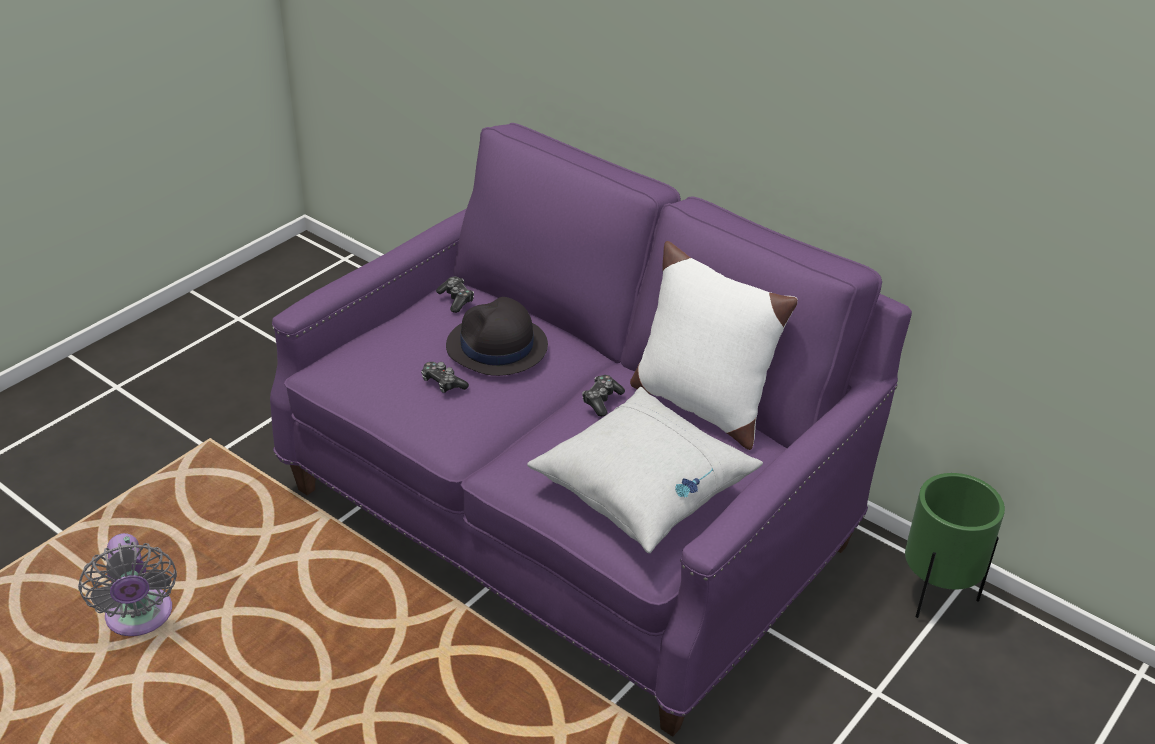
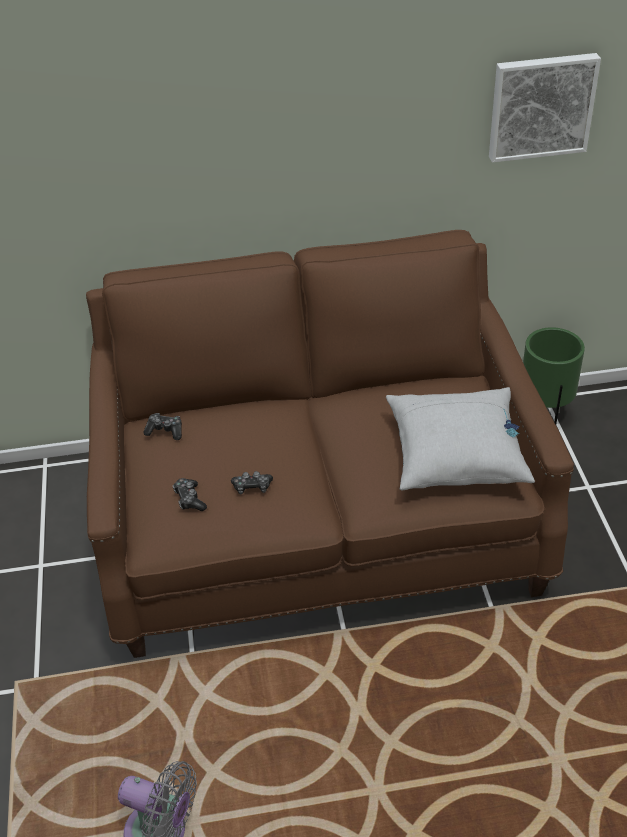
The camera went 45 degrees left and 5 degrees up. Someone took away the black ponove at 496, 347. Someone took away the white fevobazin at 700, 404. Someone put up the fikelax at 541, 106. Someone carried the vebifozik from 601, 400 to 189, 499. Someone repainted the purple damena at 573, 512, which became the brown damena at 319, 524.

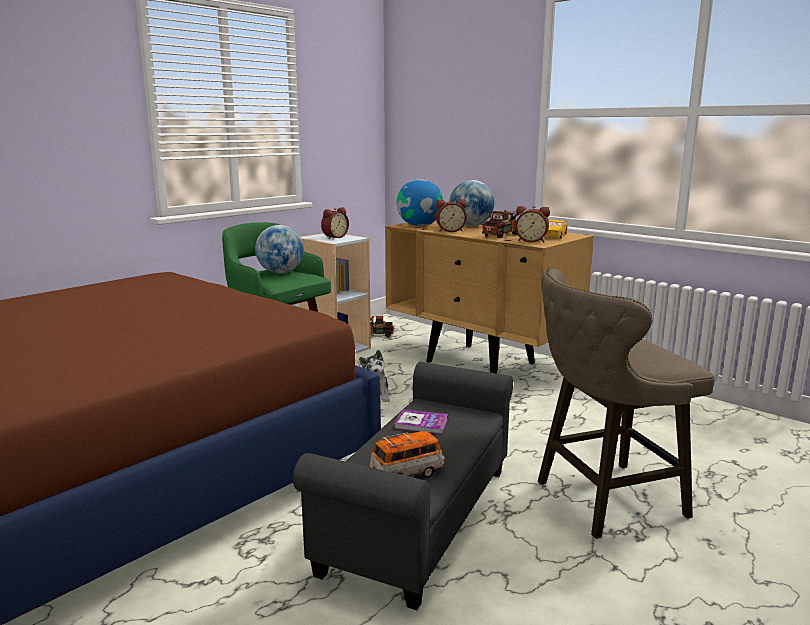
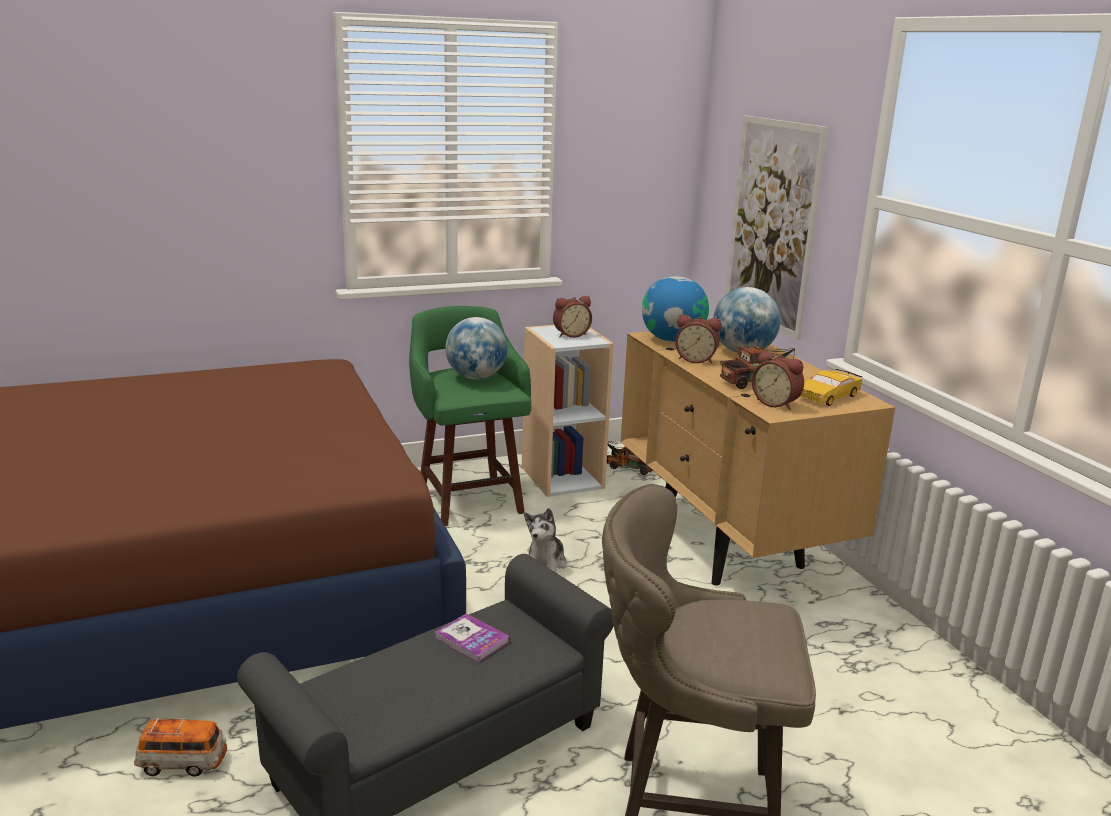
The camera went 25 degrees right and 5 degrees up. Someone put up the fikelax at 772, 224. Someone carried the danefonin from 407, 474 to 183, 763.

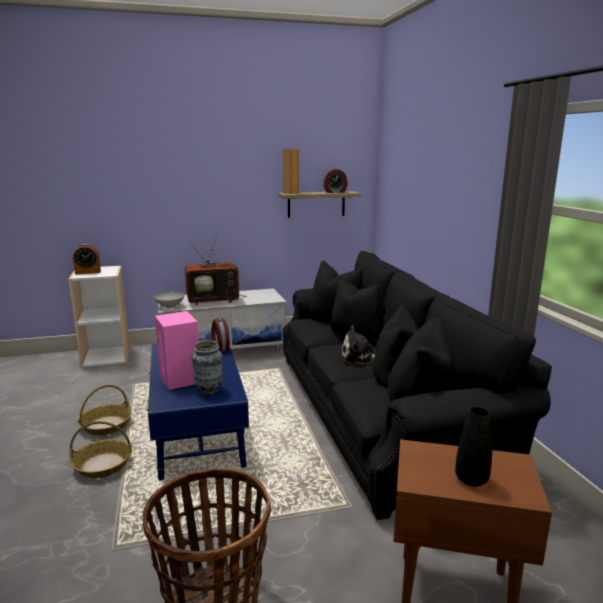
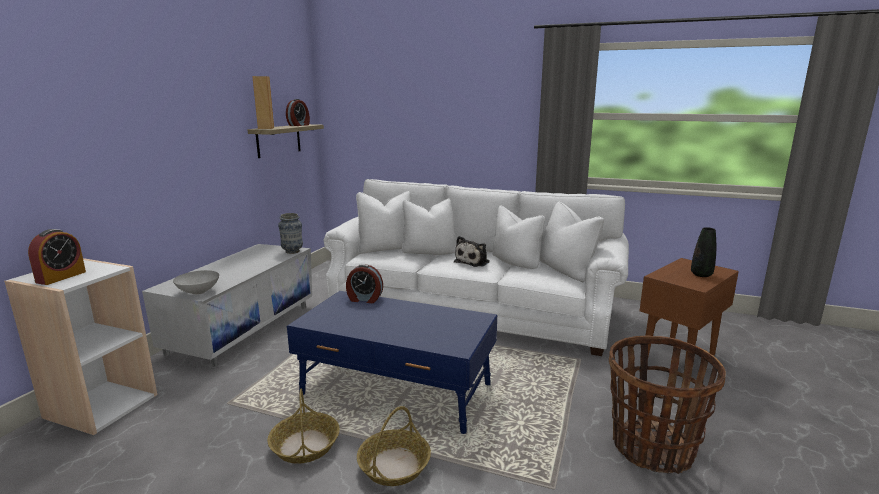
The camera went 55 degrees left and 0 degrees up. Someone took away the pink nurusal at 180, 379. Someone took away the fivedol at 214, 300. Someone carried the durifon from 209, 390 to 292, 251. Someone repainted the black damena at 379, 411, which became the white damena at 472, 308.

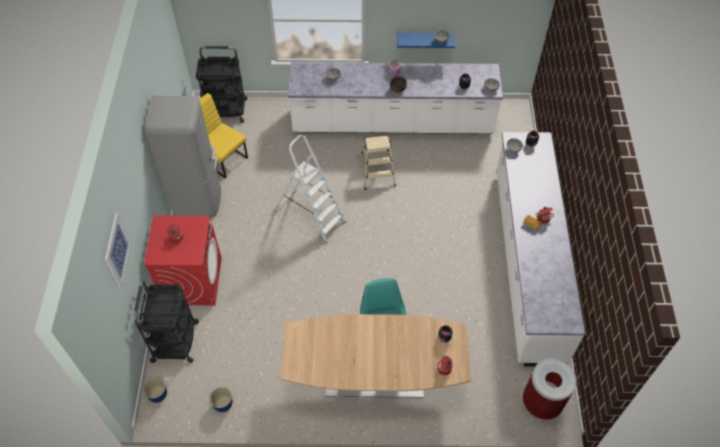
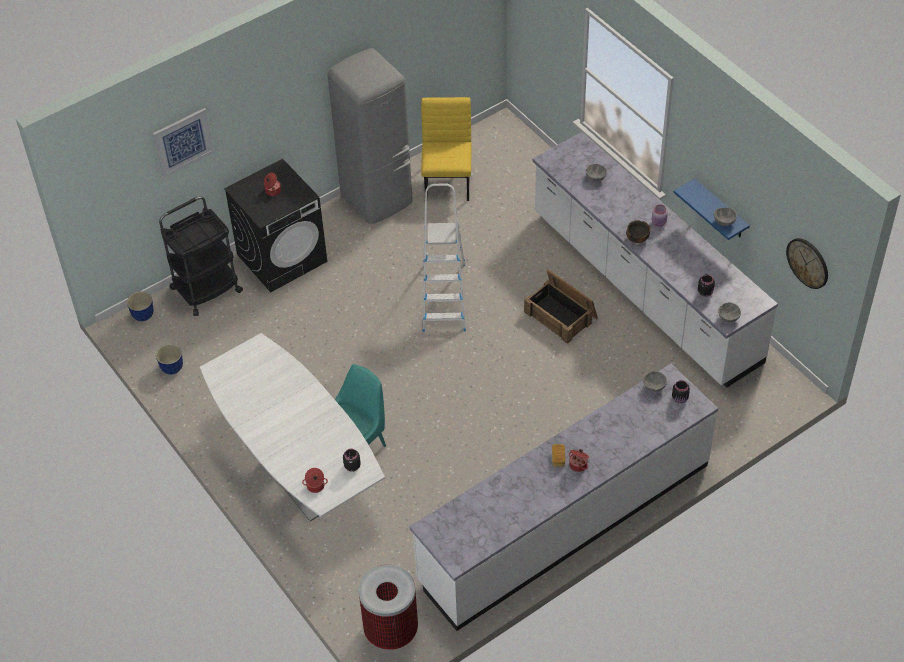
The camera went 55 degrees right and 5 degrees down. Someone took away the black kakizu at 226, 110. Someone put up the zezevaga at 808, 262. Someone swapped the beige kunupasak at 376, 170 for the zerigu at 561, 315. Someone repainted the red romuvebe at 192, 280, which became the black romuvebe at 282, 257. Someone repainted the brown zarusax at 375, 378, which became the white zarusax at 297, 468.

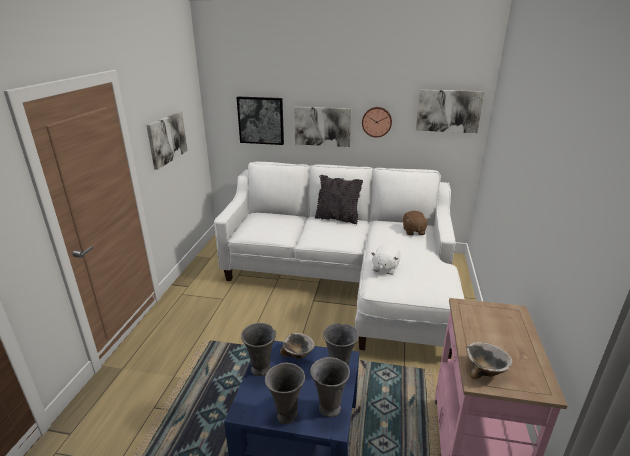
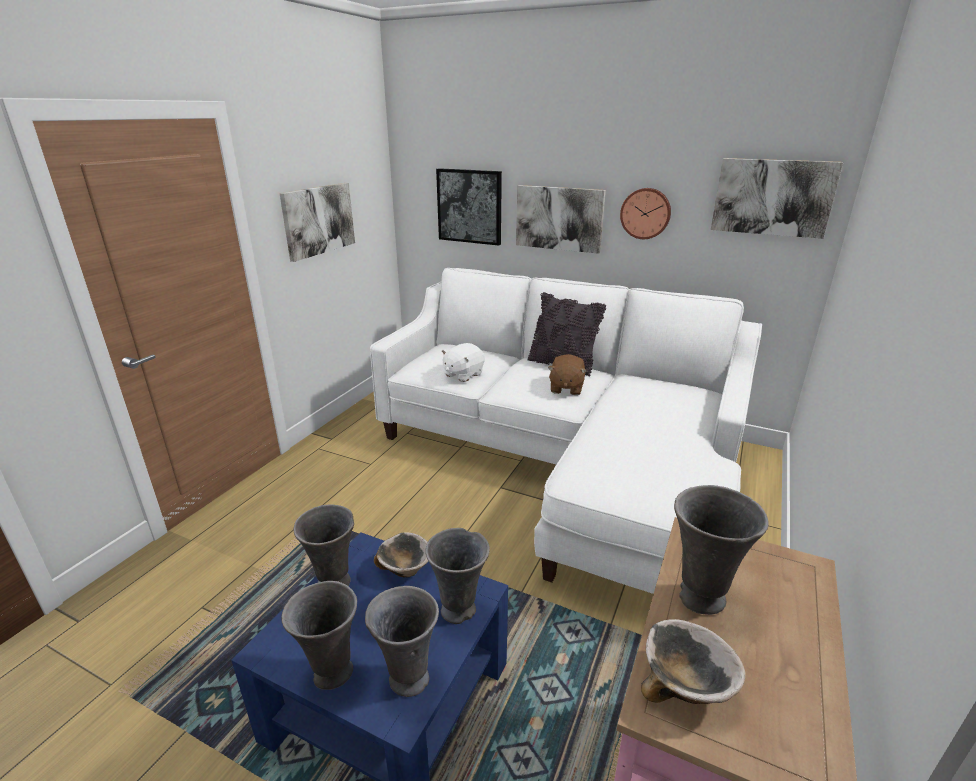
The camera went 15 degrees right and 0 degrees up. Someone put down the grey durifon at 699, 598. Someone carried the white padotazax from 385, 268 to 463, 374. Someone carried the brown padotazax from 413, 231 to 566, 388.

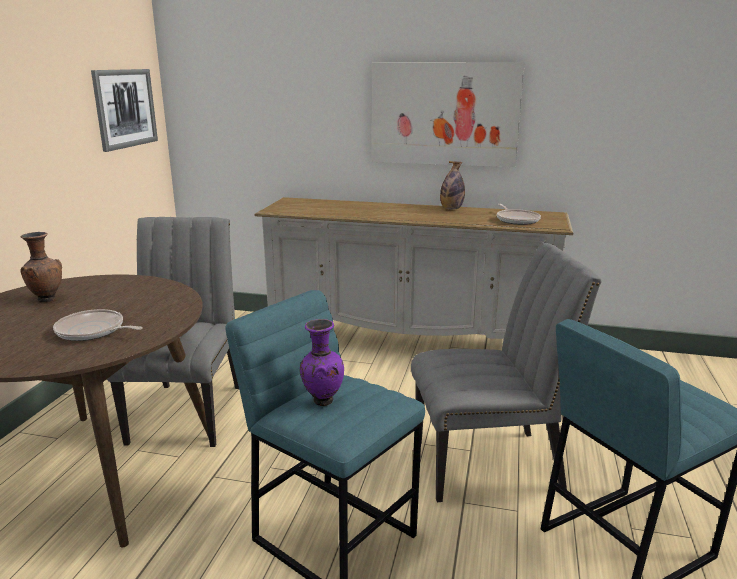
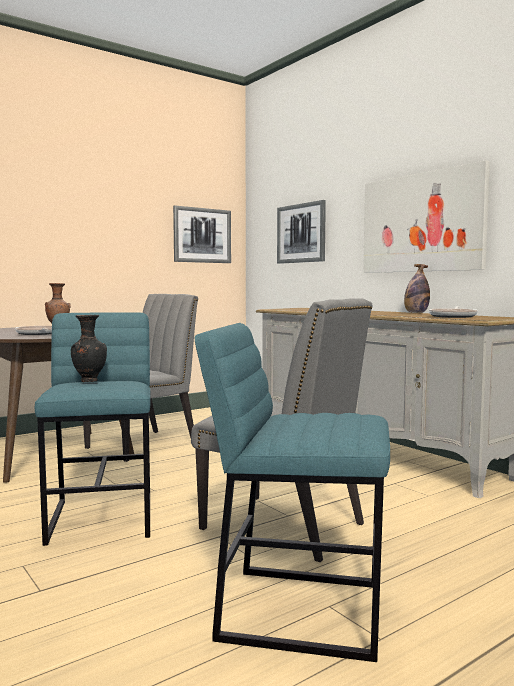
The camera went 40 degrees right and 15 degrees down. Someone put up the fikelax at 301, 233. Someone repainted the purple durifon at 322, 400, which became the black durifon at 89, 381.

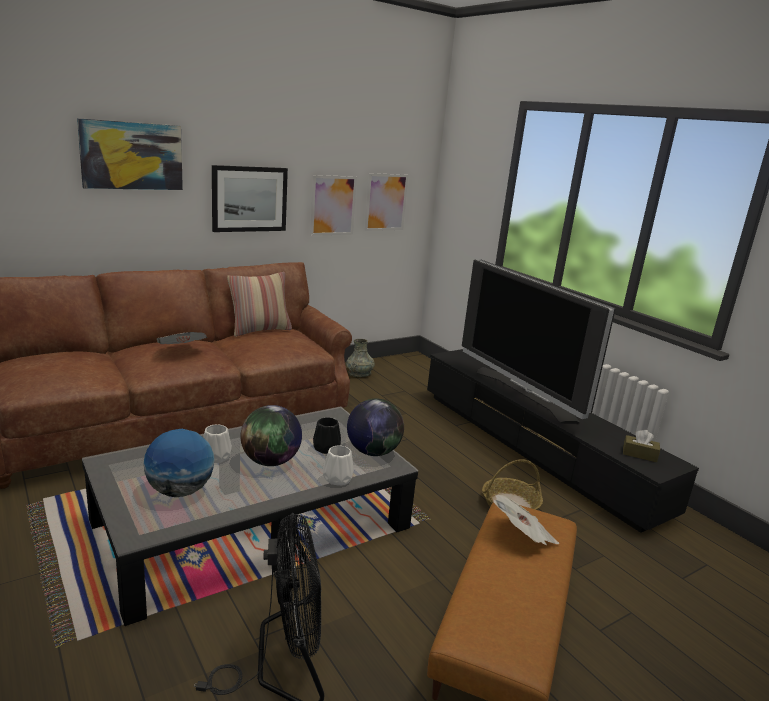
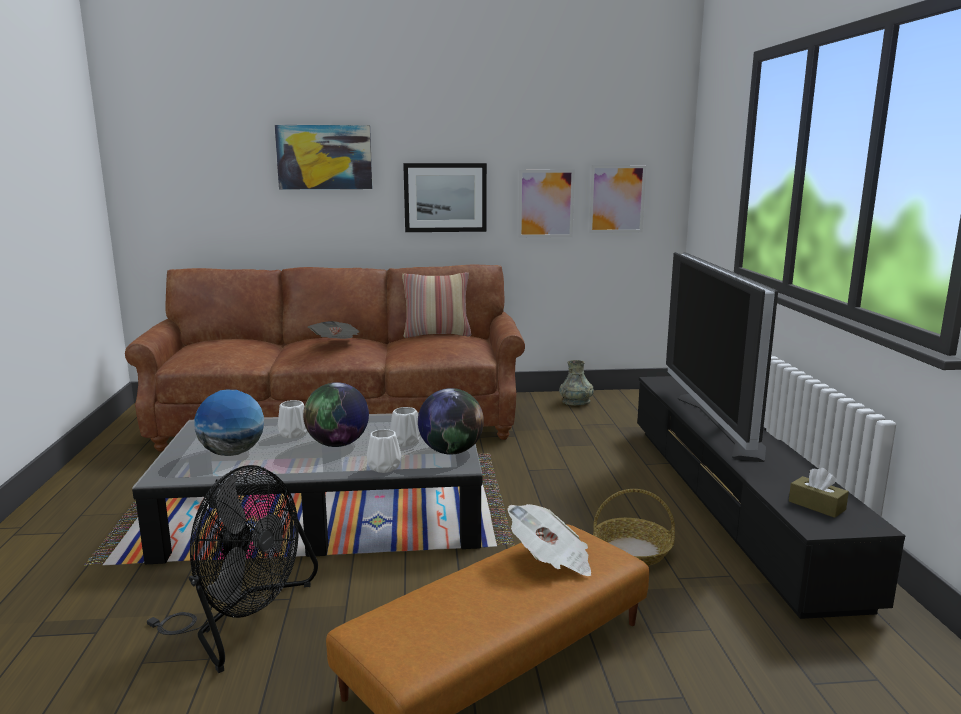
The camera went 30 degrees right and 5 degrees down. Someone repainted the black durifon at 325, 449, which became the white durifon at 404, 442.

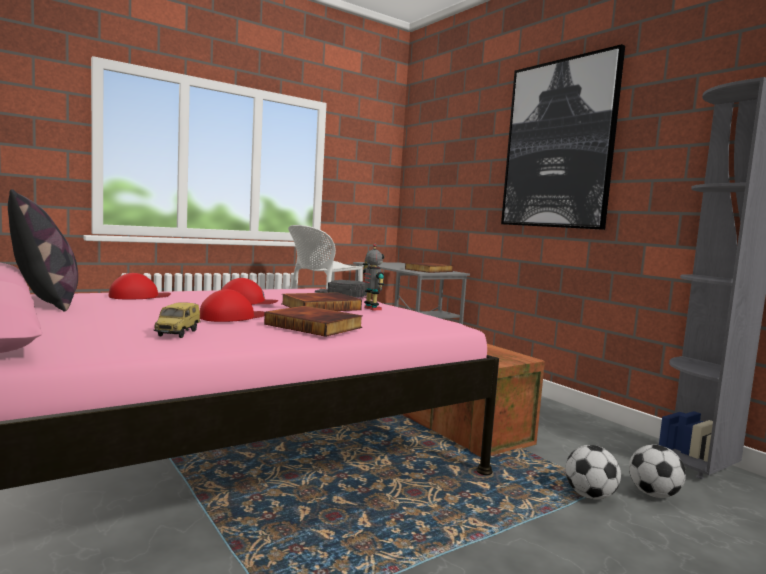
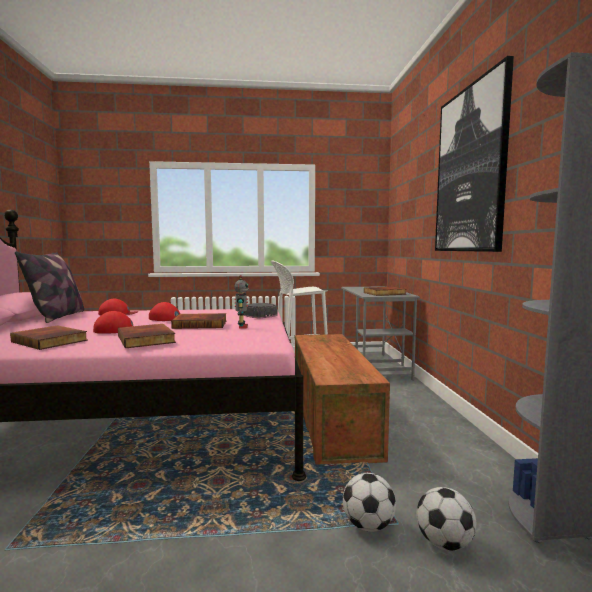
The camera went 30 degrees right and 0 degrees up. Someone swapped the danefonin at 178, 334 for the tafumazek at 51, 341.

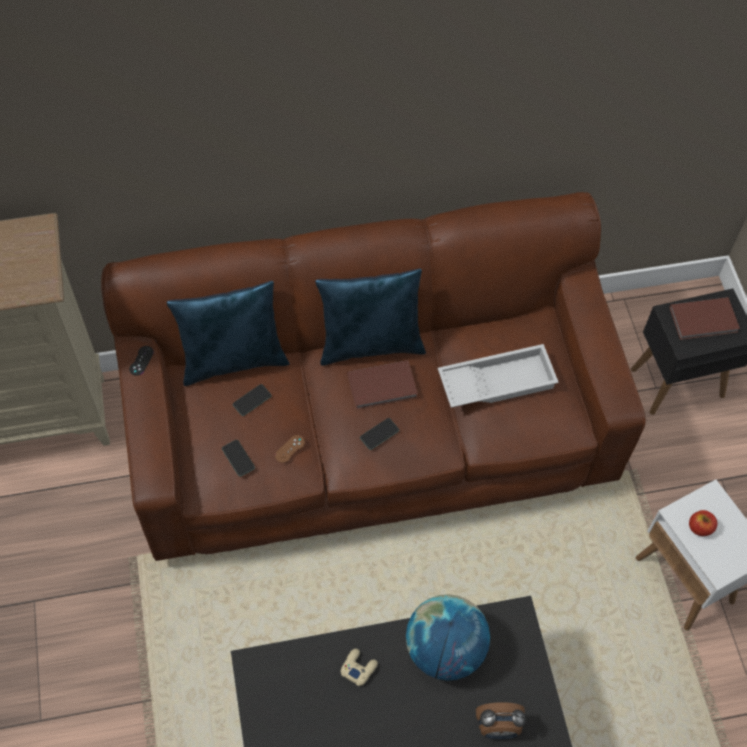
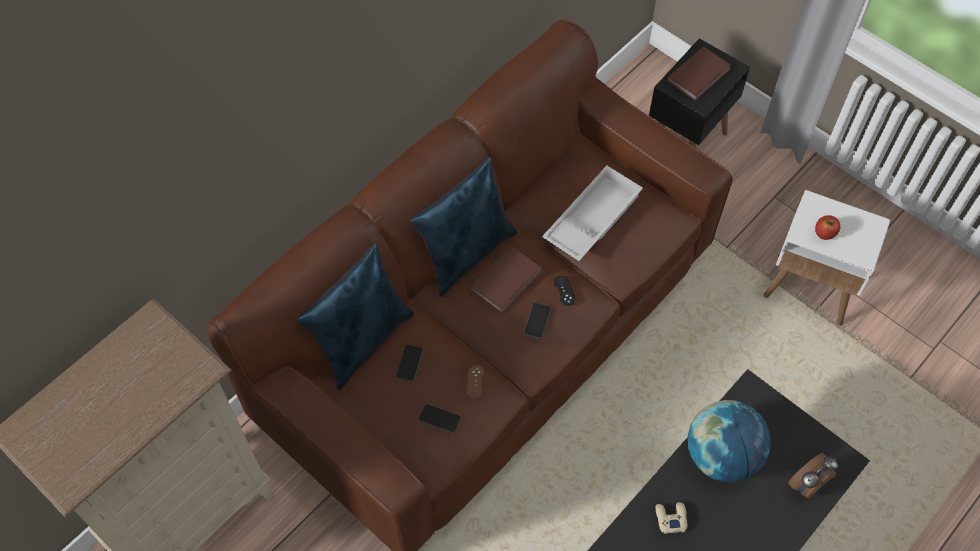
The camera went 35 degrees left and 0 degrees up. Someone carried the black vebifozik from 141, 360 to 564, 290.

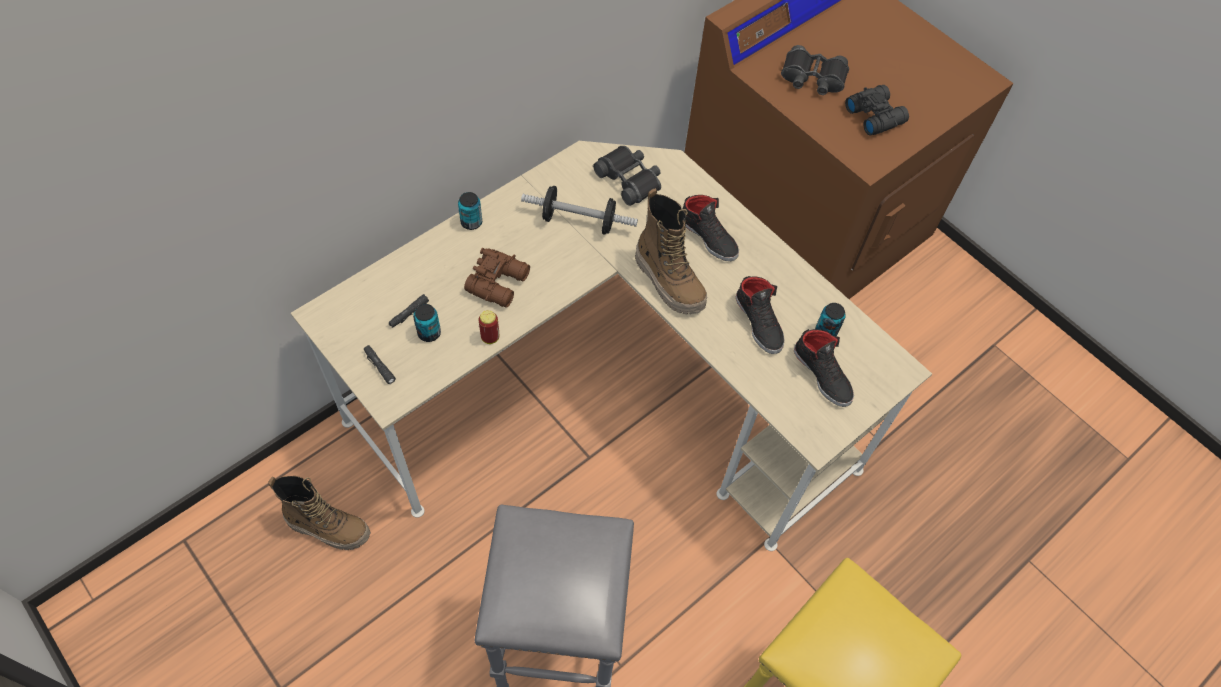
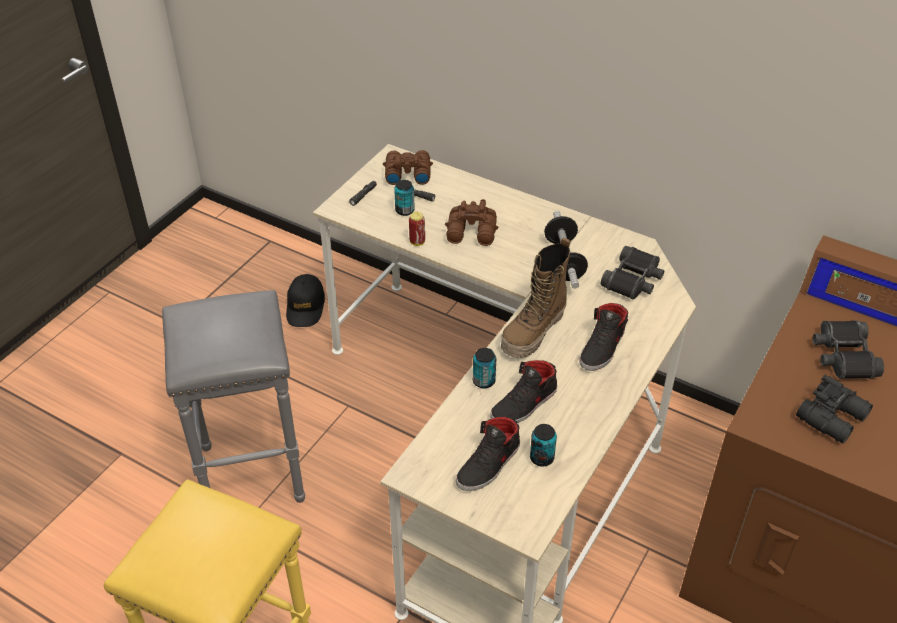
The camera went 75 degrees right and 15 degrees down. Someone put down the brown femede at 407, 173. Someone carried the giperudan from 471, 222 to 483, 381. Someone swapped the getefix at 329, 527 for the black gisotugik at 305, 307.

